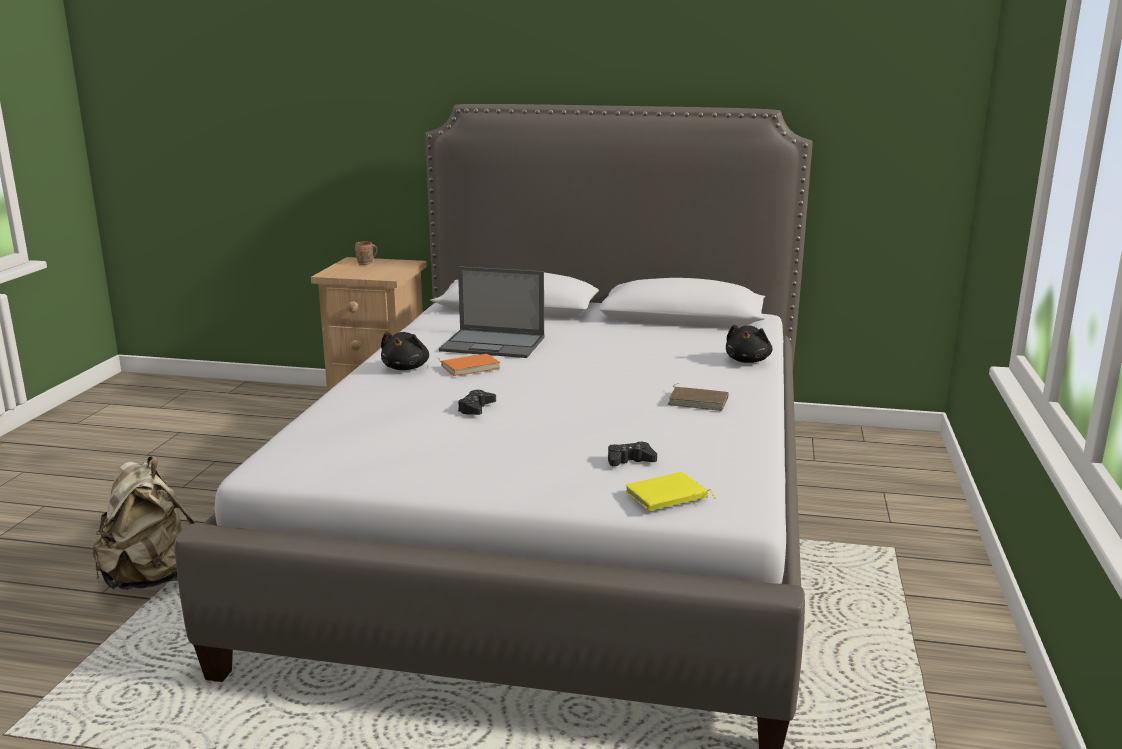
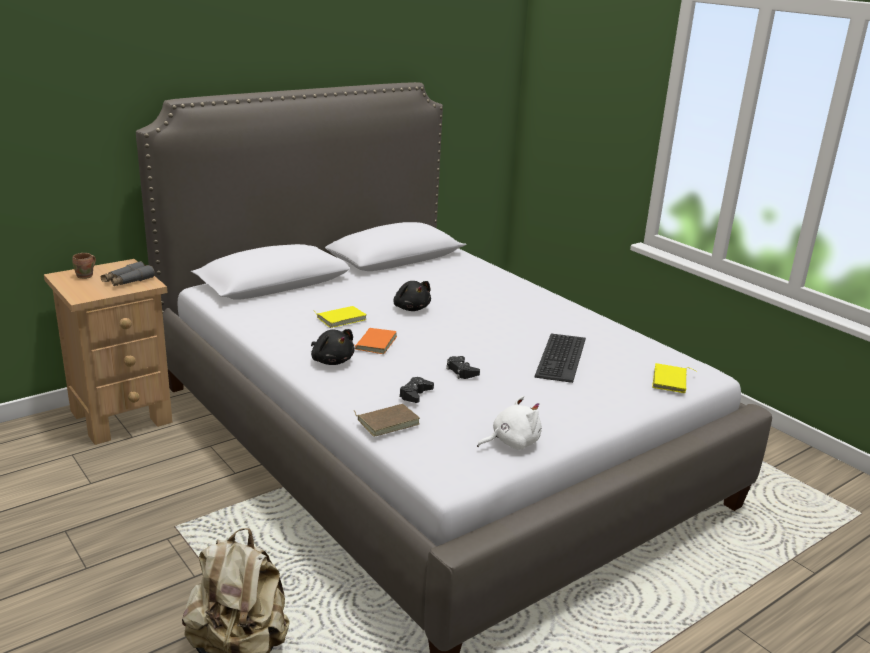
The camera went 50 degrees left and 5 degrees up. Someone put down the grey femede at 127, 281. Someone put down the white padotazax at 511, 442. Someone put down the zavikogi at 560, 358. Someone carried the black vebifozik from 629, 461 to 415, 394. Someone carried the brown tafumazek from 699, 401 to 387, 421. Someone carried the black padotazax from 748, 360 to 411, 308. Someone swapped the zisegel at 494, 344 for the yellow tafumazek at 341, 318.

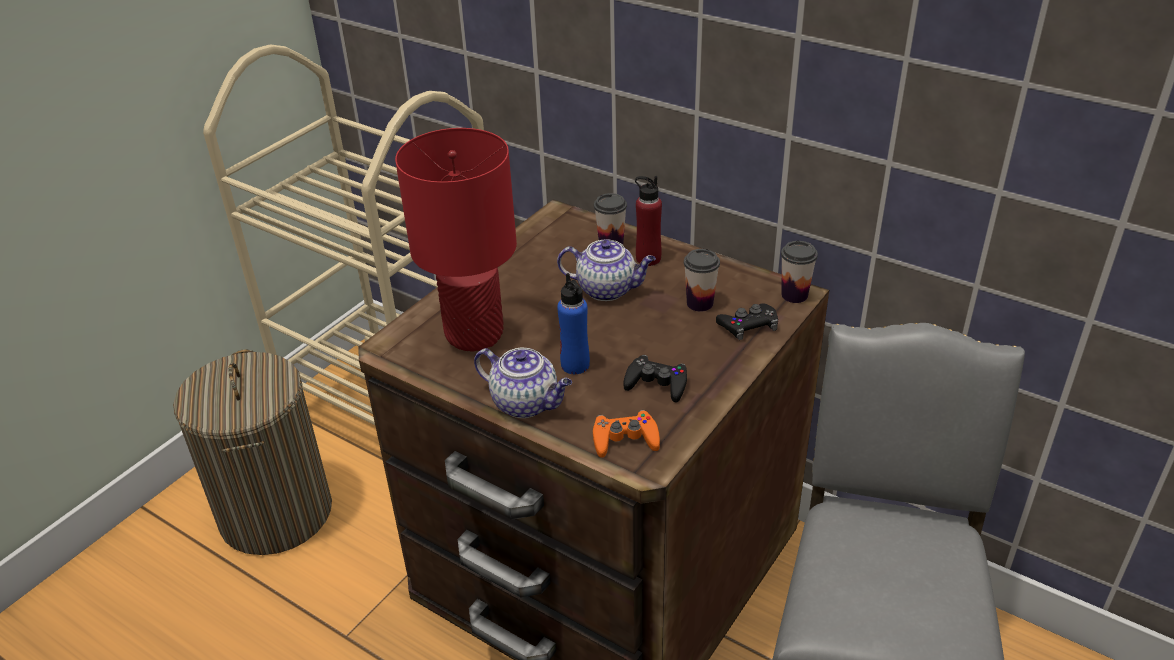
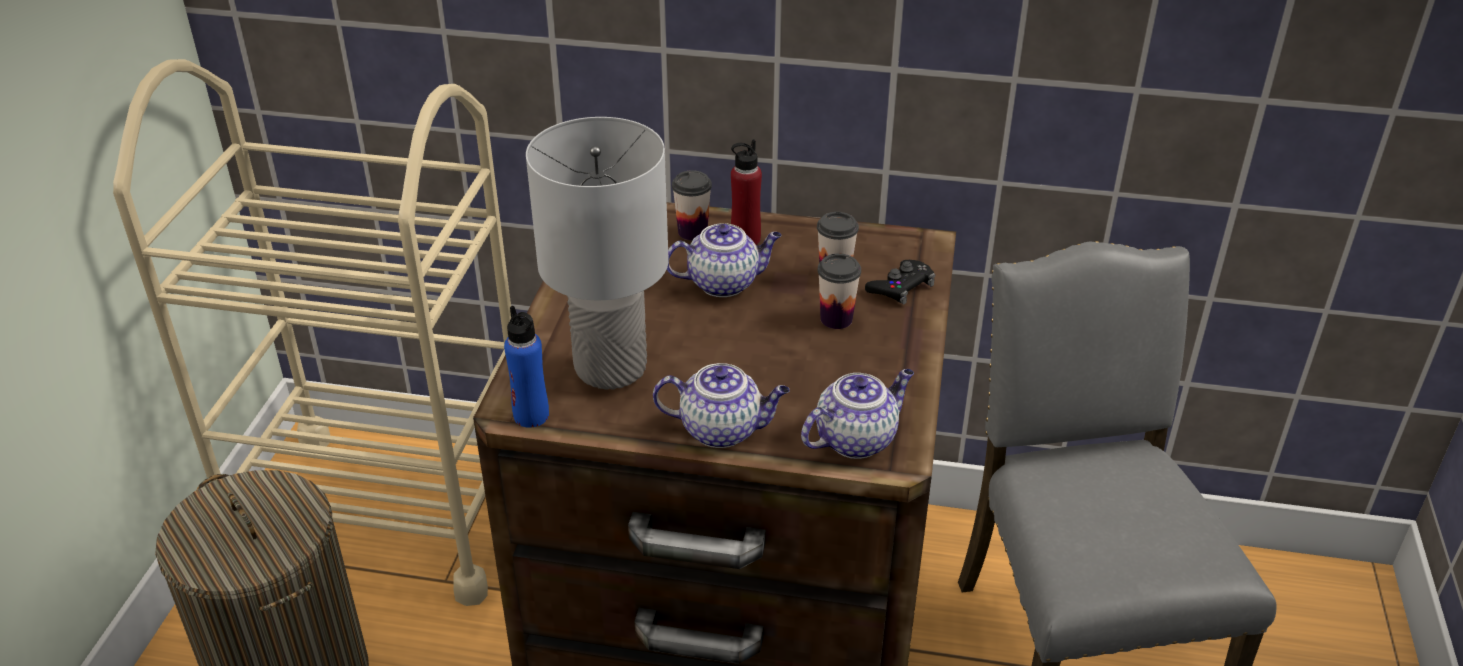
The camera went 25 degrees left and 0 degrees up. Someone took away the black vebifozik at 656, 383. Someone carried the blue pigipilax from 575, 365 to 531, 416. Someone carried the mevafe from 794, 295 to 836, 319. Someone swapped the orange vebifozik at 625, 439 for the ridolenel at 856, 439. Someone repainted the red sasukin at 474, 339, which became the grey sasukin at 610, 374.

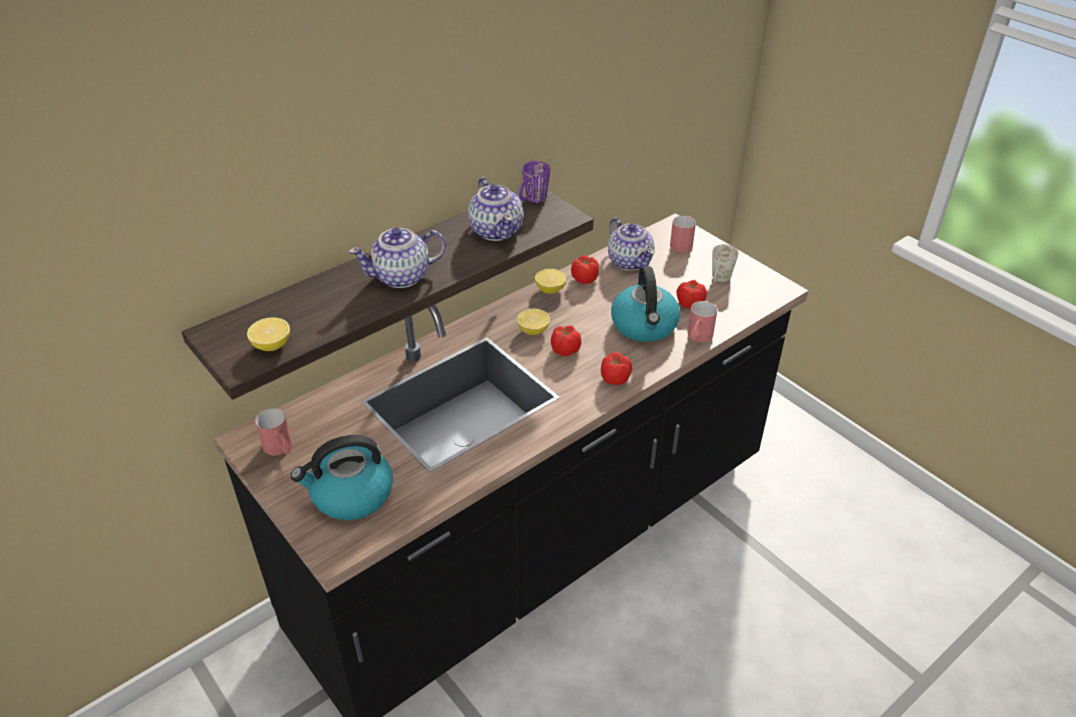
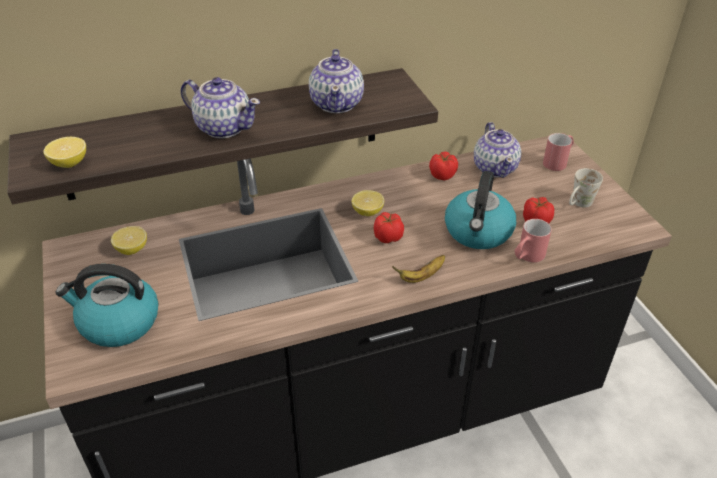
The camera went 20 degrees right and 0 degrees up. Someone took away the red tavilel at 281, 449. Someone took away the purple tavilel at 532, 200. Someone carried the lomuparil from 550, 289 to 132, 249. Someone swapped the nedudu at 614, 379 for the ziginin at 421, 276. Someone rotated the ridolenel at 402, 277 by 150 degrees counterclockwise.

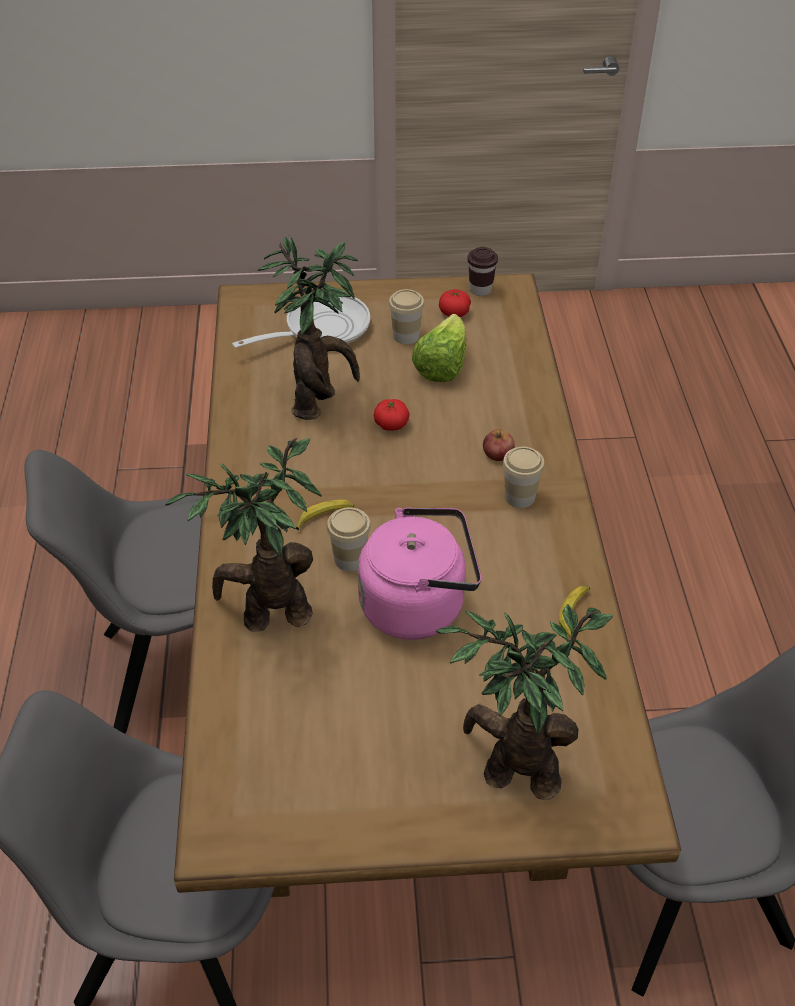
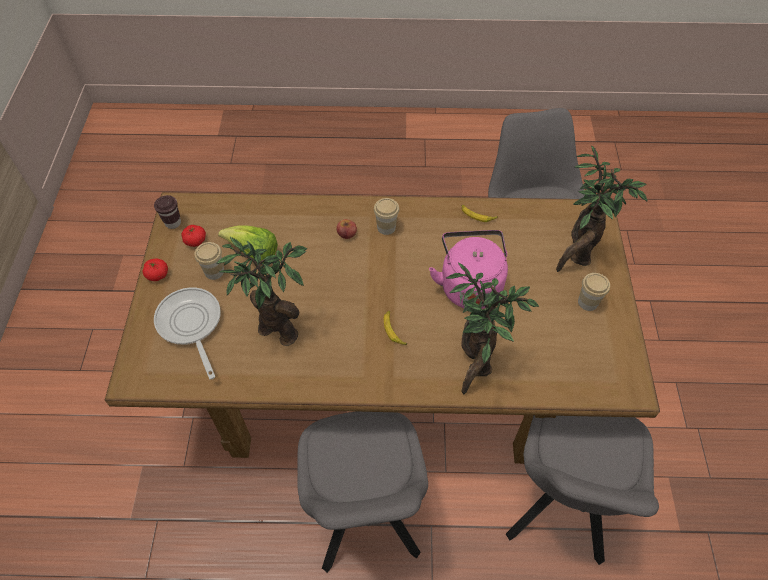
The camera went 85 degrees left and 10 degrees up. Someone carried the mevafe from 350, 559 to 588, 302. Someone carried the nedudu from 391, 424 to 157, 275.

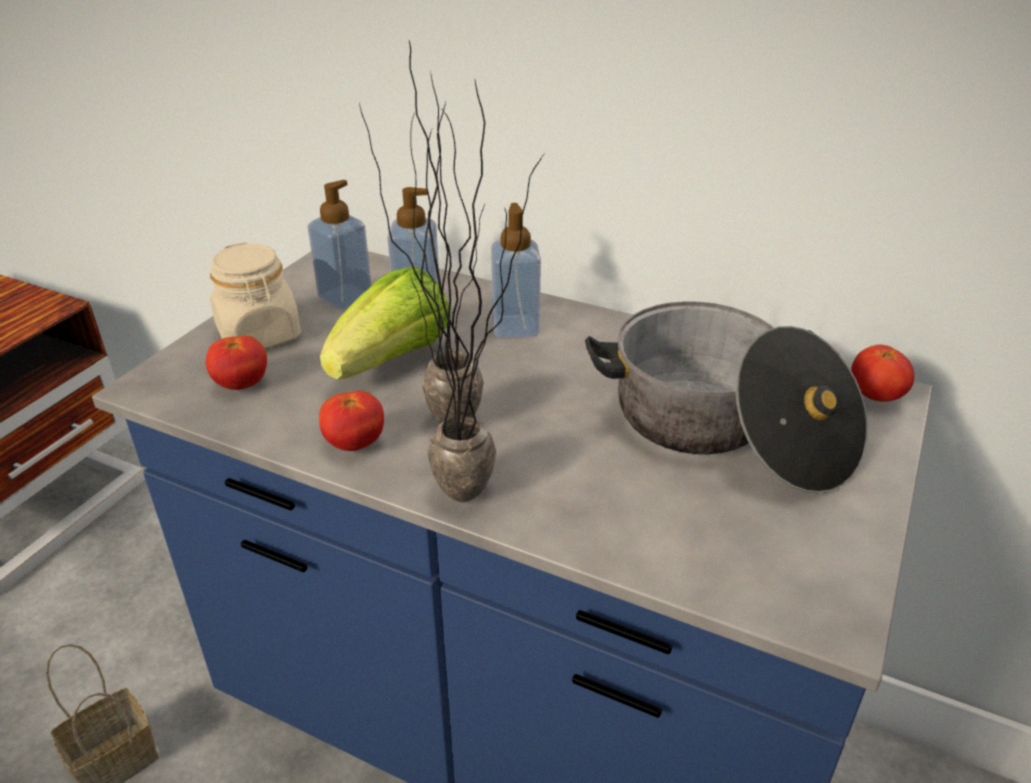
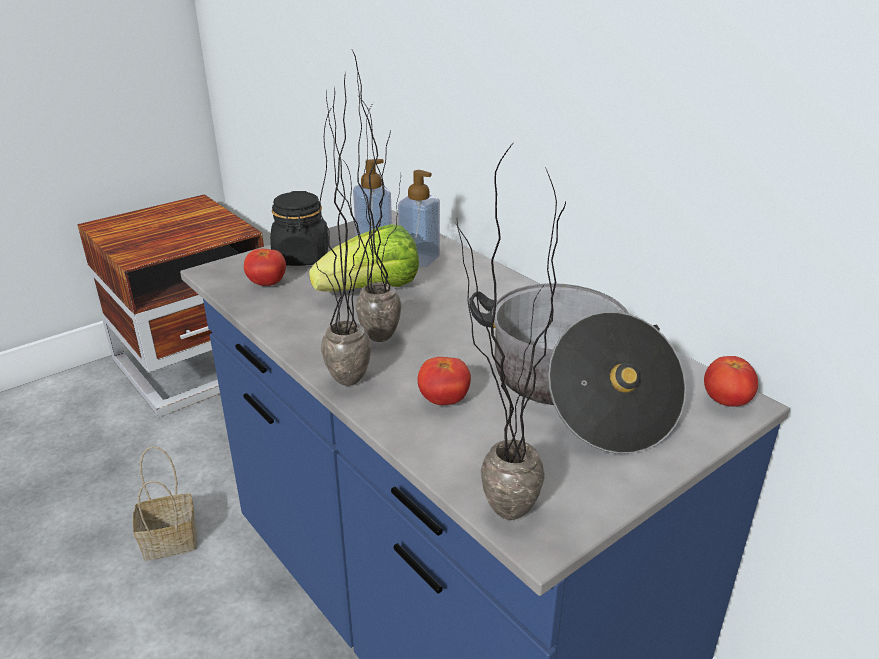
The camera went 25 degrees right and 5 degrees down. Someone took away the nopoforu at 515, 327. Someone put down the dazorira at 490, 513. Someone carried the nedudu from 355, 444 to 444, 400. Someone repainted the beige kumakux at 259, 335, which became the black kumakux at 301, 257.

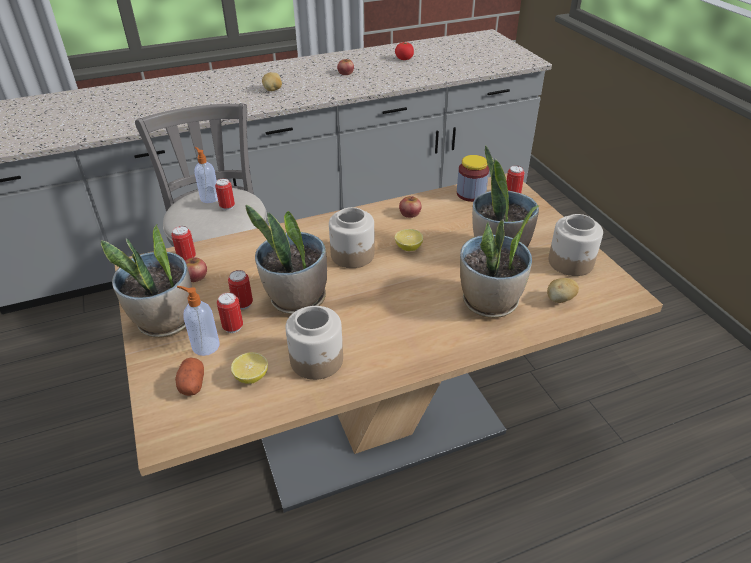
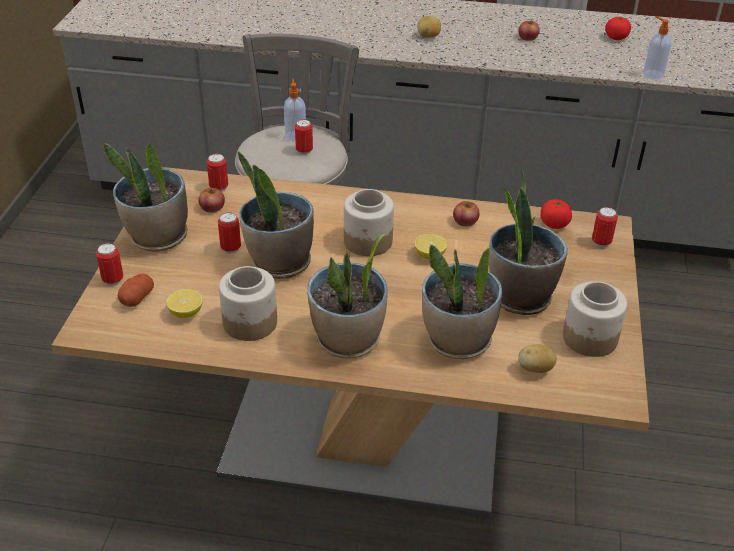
The camera went 30 degrees right and 0 degrees up. Someone put down the dazorira at 348, 340. Someone carried the nopoforu from 205, 346 to 652, 74. Someone carried the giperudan from 233, 327 to 113, 280. Someone swapped the kumakux at 471, 194 for the nedudu at 554, 224.

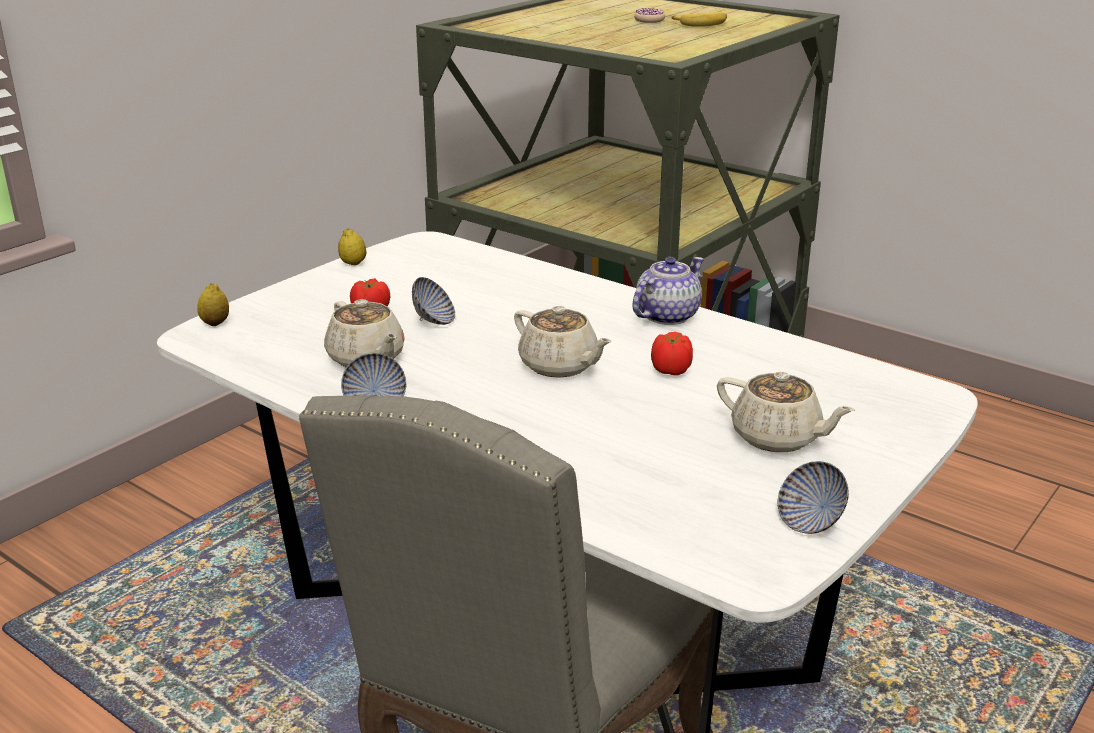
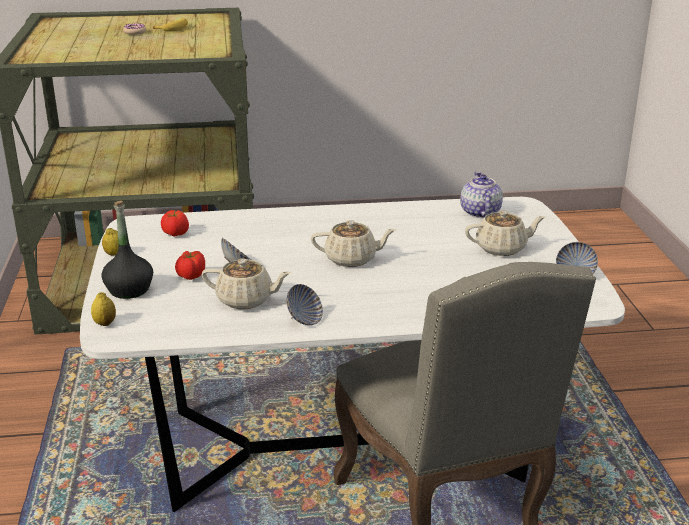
The camera went 45 degrees left and 0 degrees up. Someone put down the black pigipilax at 129, 290. Someone carried the ridolenel from 666, 316 to 479, 213. Someone carried the nedudu from 670, 370 to 175, 234.

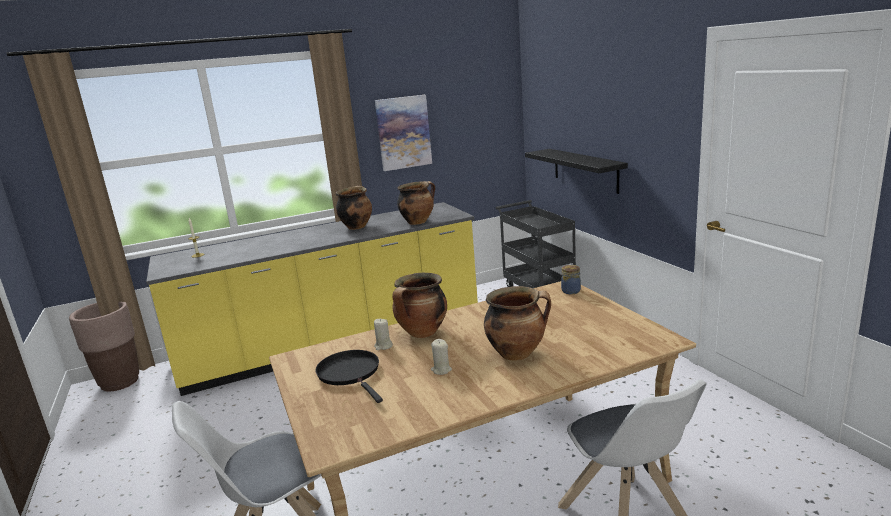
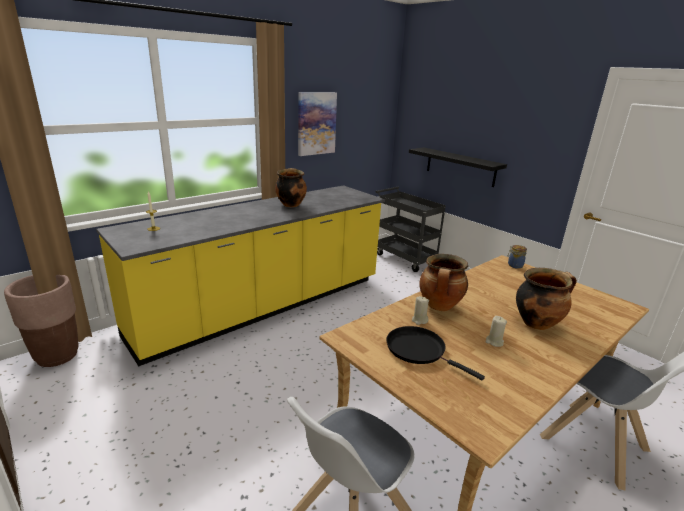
The camera went 20 degrees left and 5 degrees up. Someone took away the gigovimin at 418, 222.

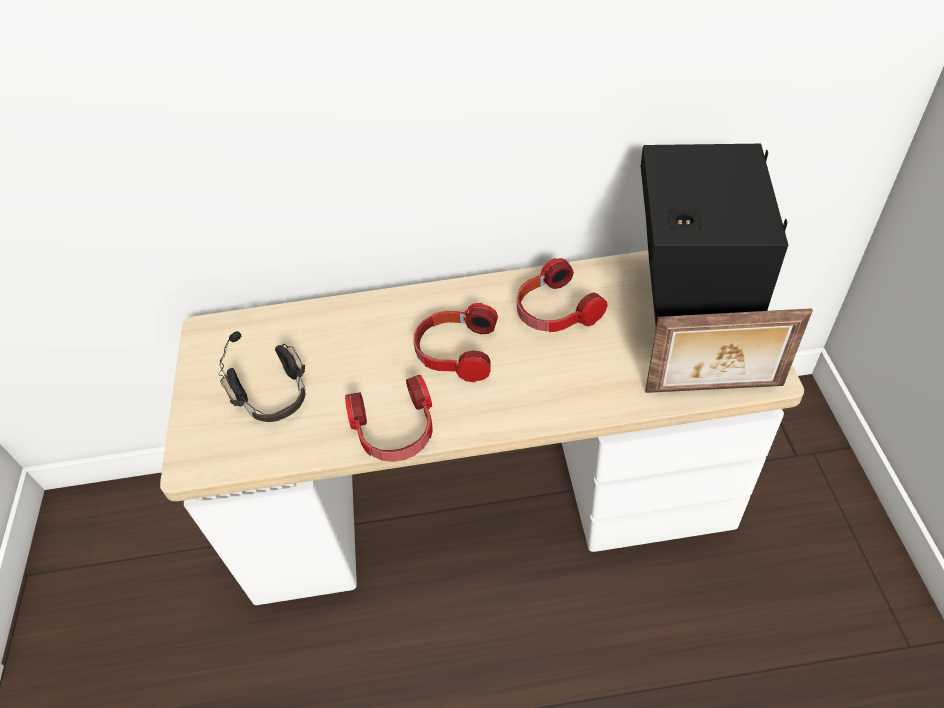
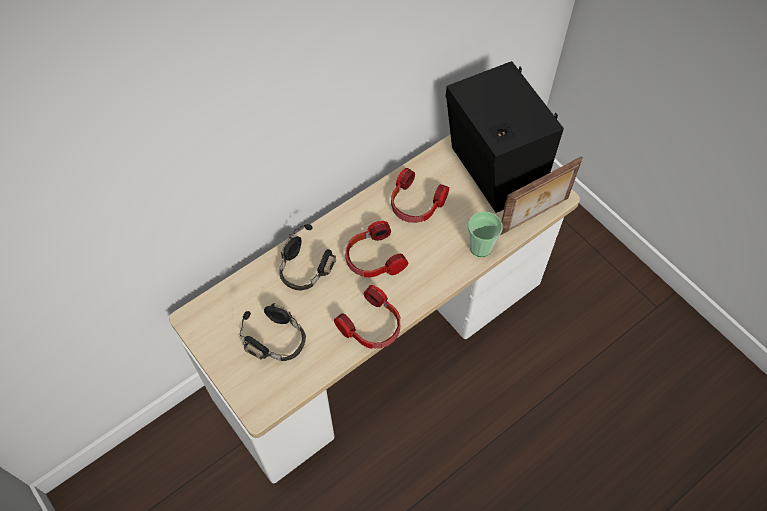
The camera went 35 degrees left and 10 degrees up. Someone put down the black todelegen at 304, 270. Someone put down the mevafe at 480, 247.

